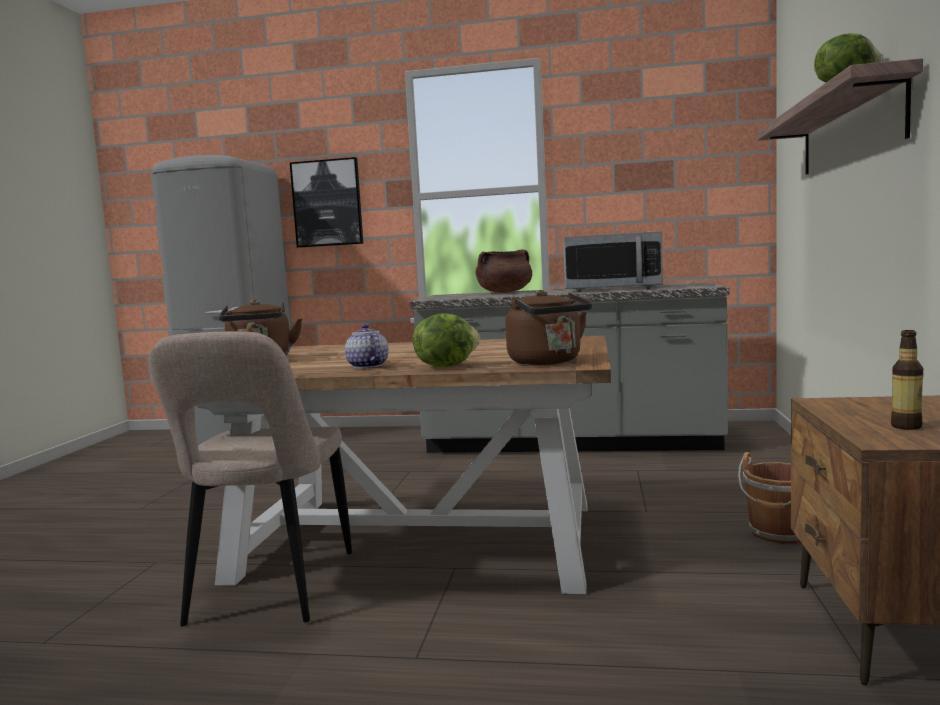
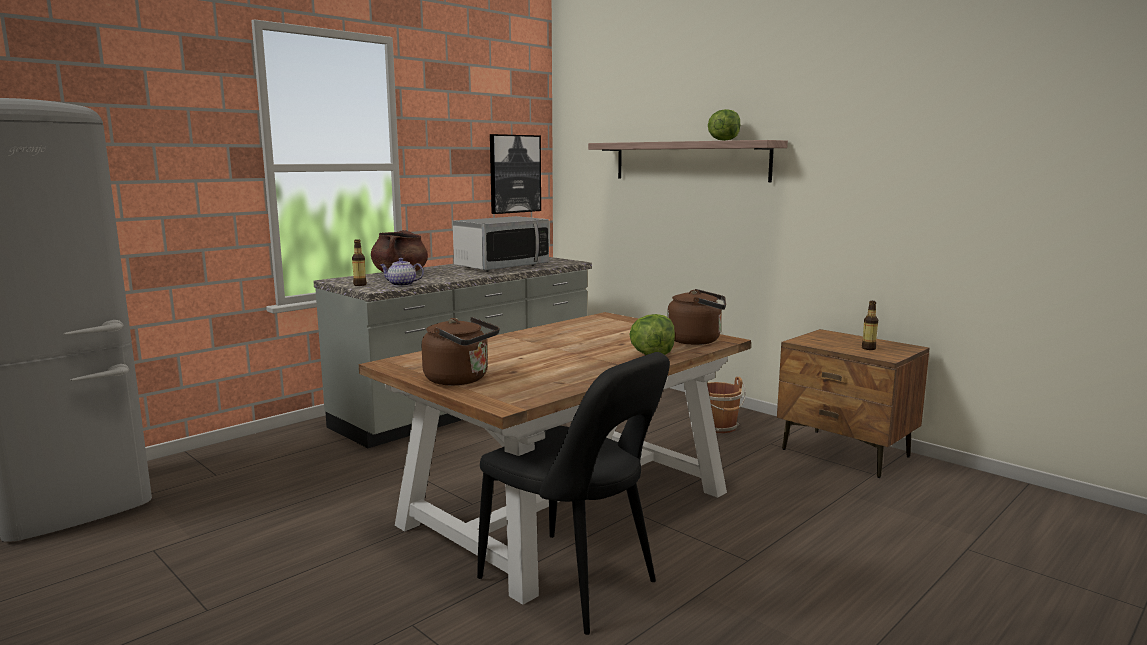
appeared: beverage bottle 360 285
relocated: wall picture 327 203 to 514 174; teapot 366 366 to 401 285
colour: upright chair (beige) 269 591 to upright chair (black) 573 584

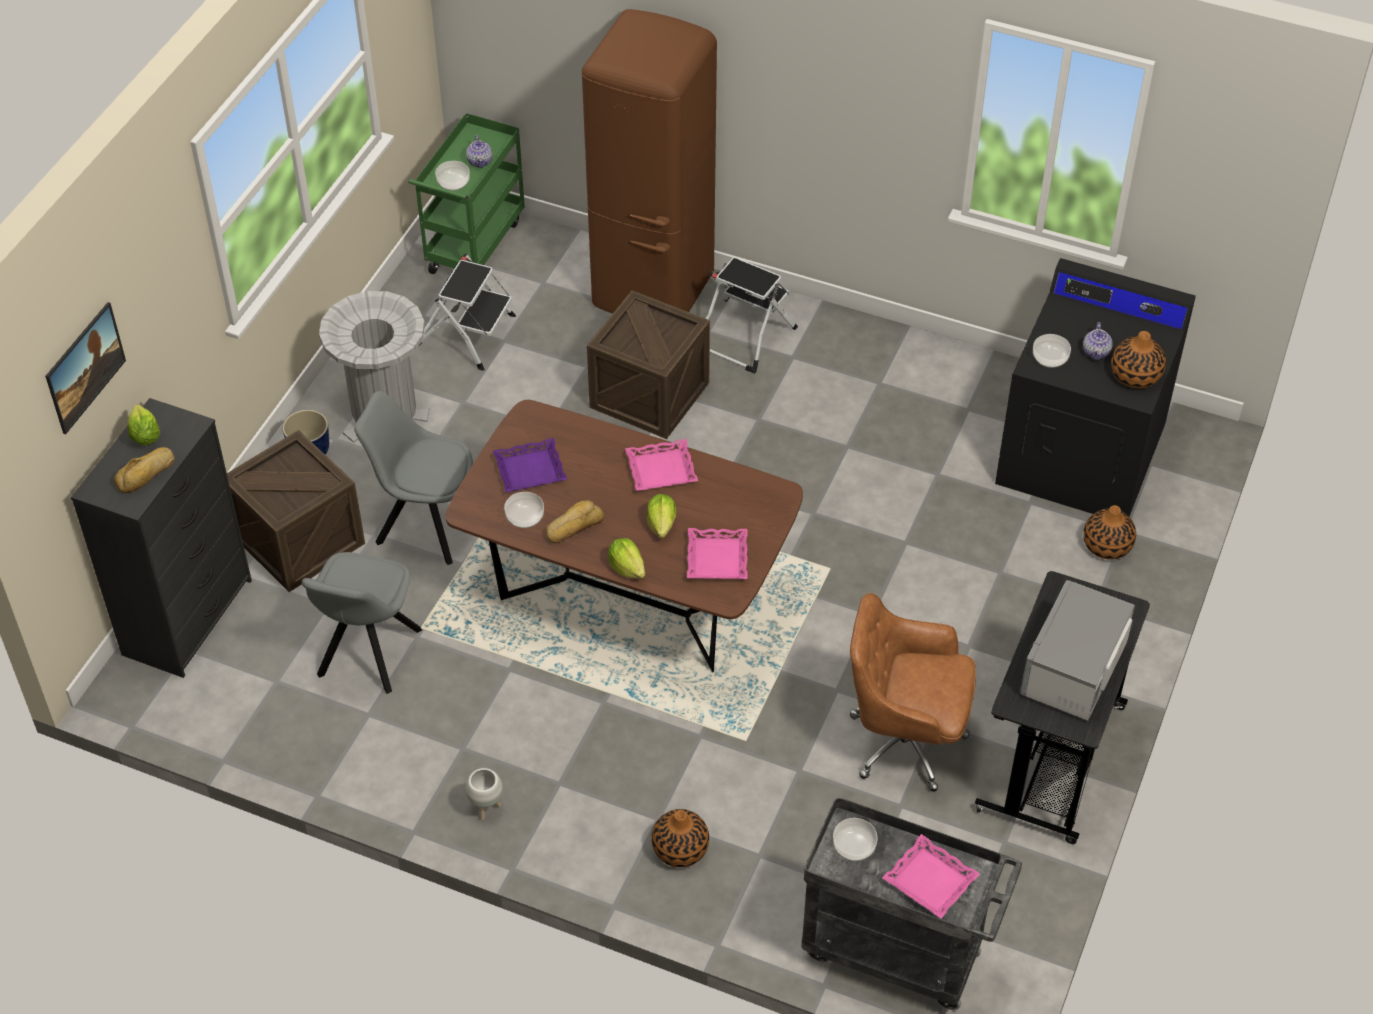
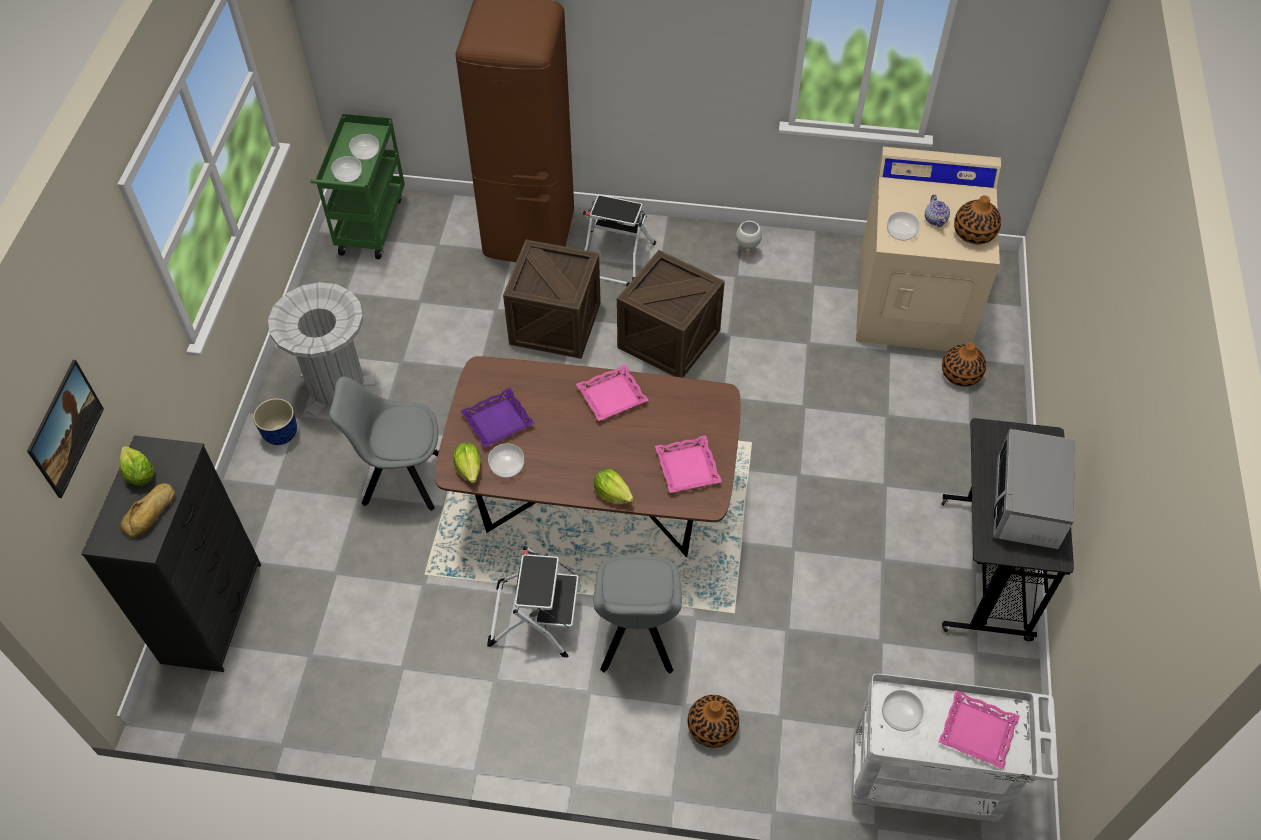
missing: bakery bread 573 526; office chair (brown-coloured) 905 740
relocated: step ladder 465 333 to 535 616; packing crate 299 541 to 669 339; head of lettuce 662 524 to 469 469; upright chair (greyish) 368 653 to 637 637; planter (white-coloured) 486 808 to 747 252
exchanged: teapot 480 161 to serving bowl 366 153
colour: laundry machine (black) 1082 454 to laundry machine (beige) 913 302; cart (black) 899 959 to cart (white-coloured) 929 784

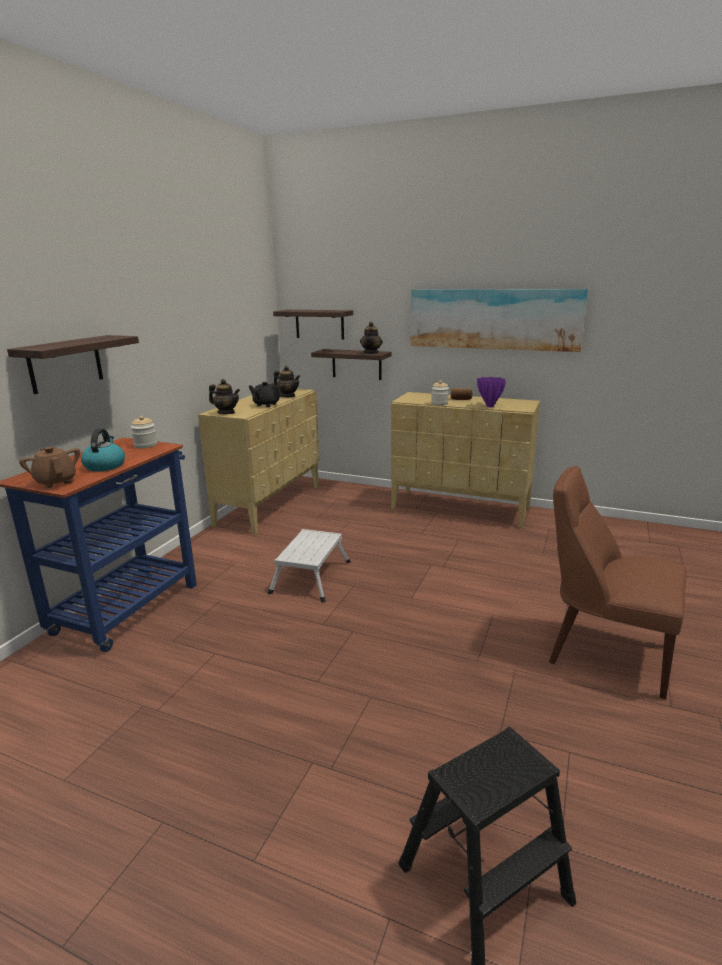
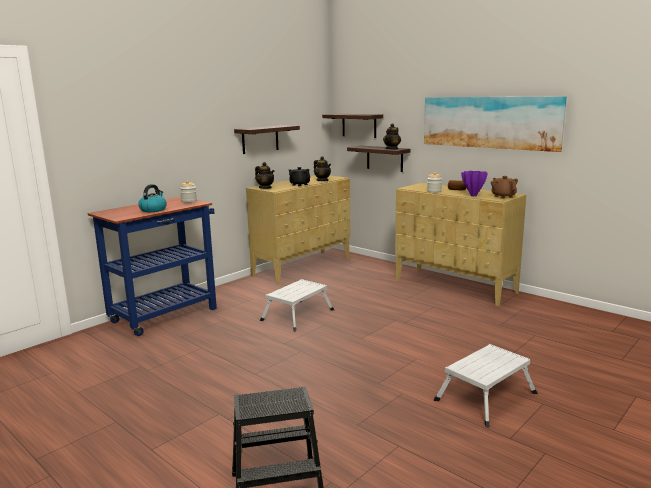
relocated: shelf 65 364 to 260 139; teapot (brown-coloured) 56 482 to 503 196
exchanged: upright chair (brown-coloured) 603 652 to step ladder (white-coloured) 486 396

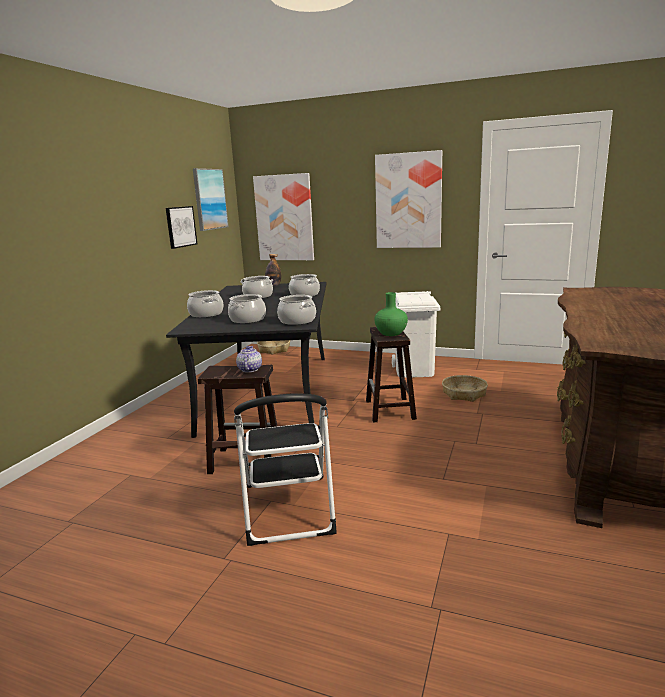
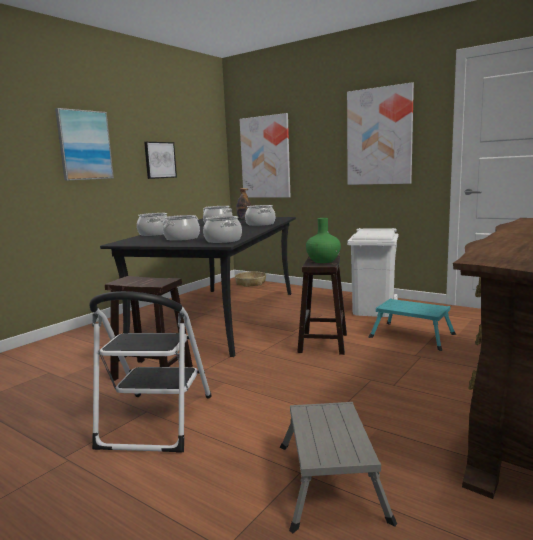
missing: teapot 249 369
appeared: step ladder (greyish) 330 480
relocated: wall picture 209 199 to 84 145
exchanged: basket 464 394 to step ladder (blue-green) 412 336

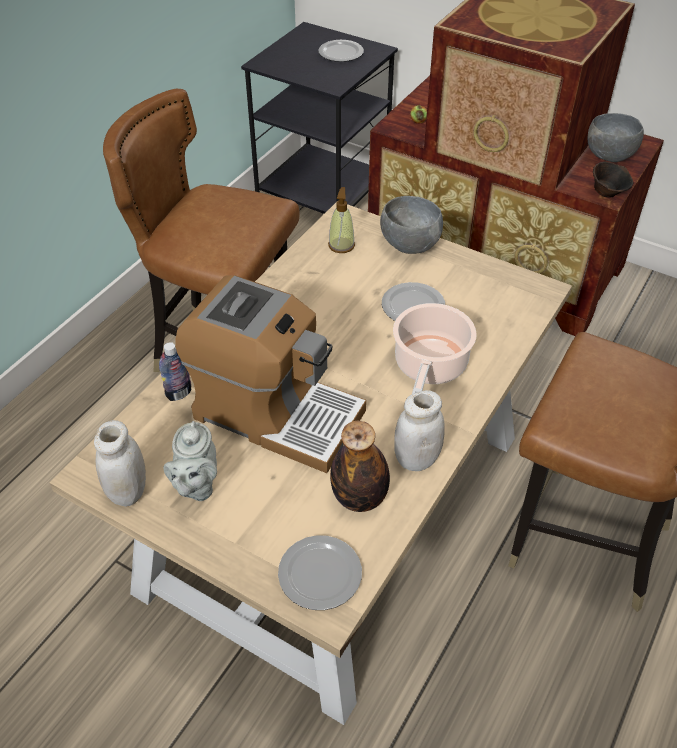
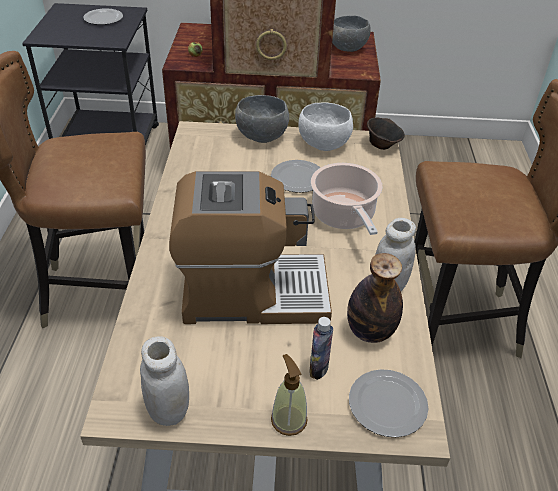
missing: teapot (greyish) 196 485
appeared: serving bowl (white-coloured) 324 145
relocated: serving bowl (brown-coloured) 608 193 to 382 145; soap dispenser 341 245 to 288 420; beverage bottle 179 393 to 318 369

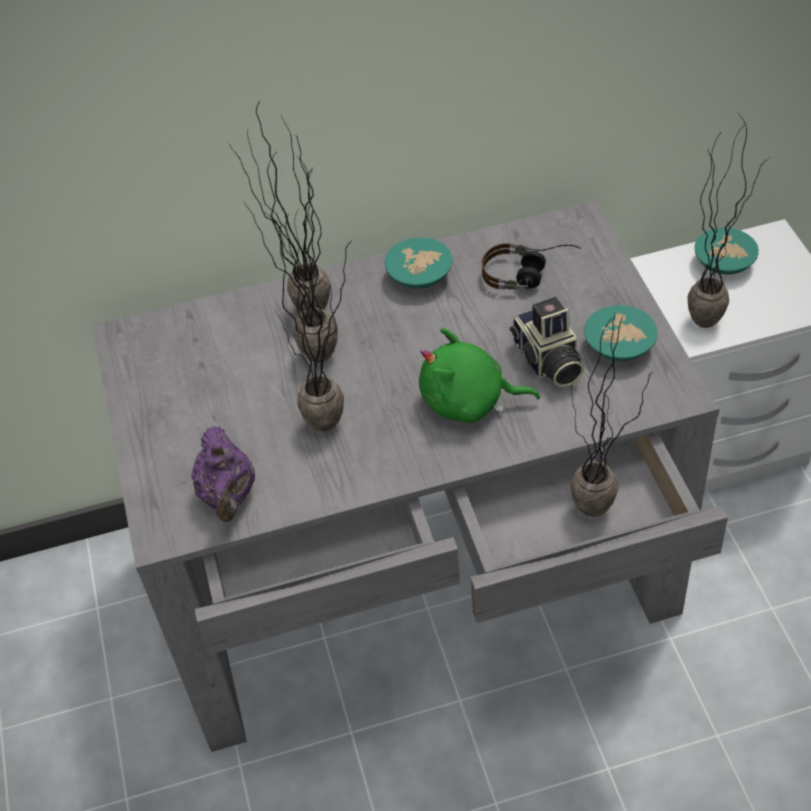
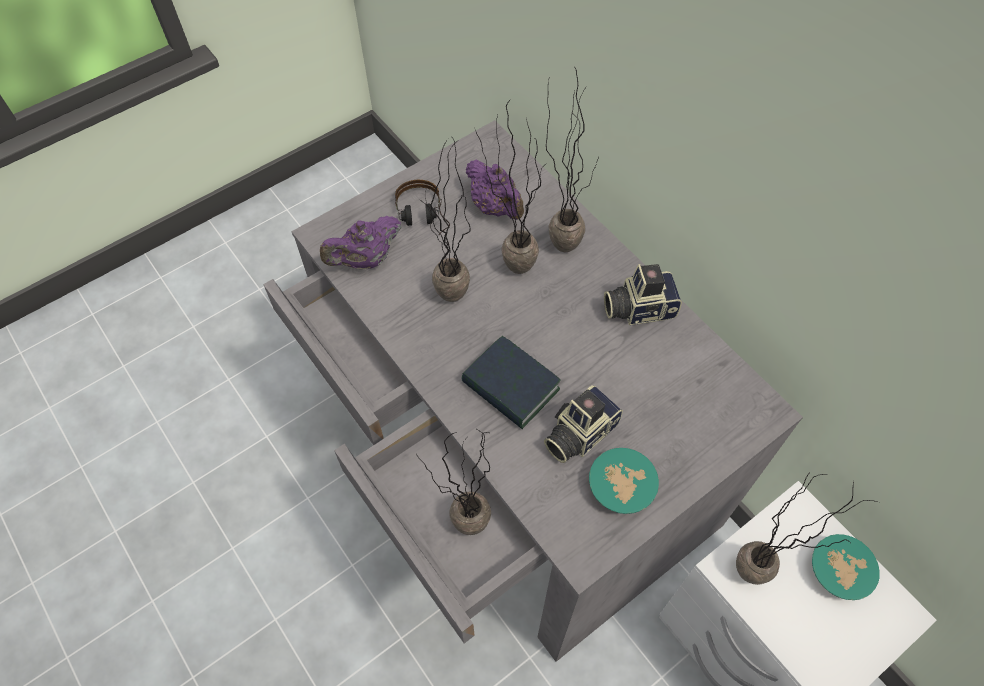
appeared: teapot (purplish) 495 207
relocated: pair of headphones 530 275 to 423 219
exchanged: serving bowl (blue-green) 422 275 to photo camera 638 307; cuddly toy (green) 469 402 to volume 510 387

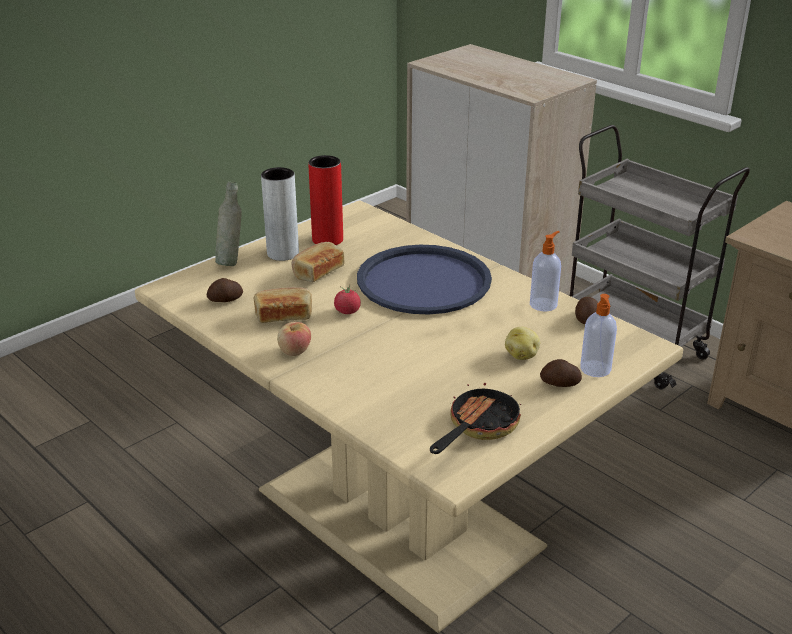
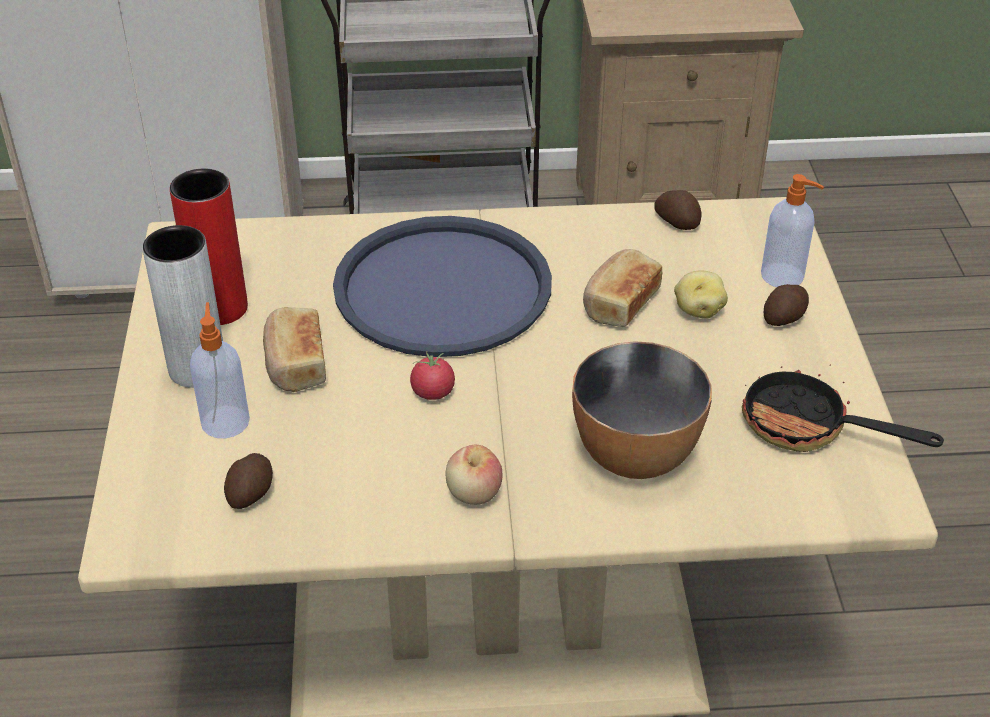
missing: beverage bottle (greyish) 231 262
appeared: serving bowl 634 455
relocated: soap dispenser 544 304 to 225 421; bakery bread 284 316 to 619 303
spun: skillet 478 427 = 808 428 45 degrees counterclockwise

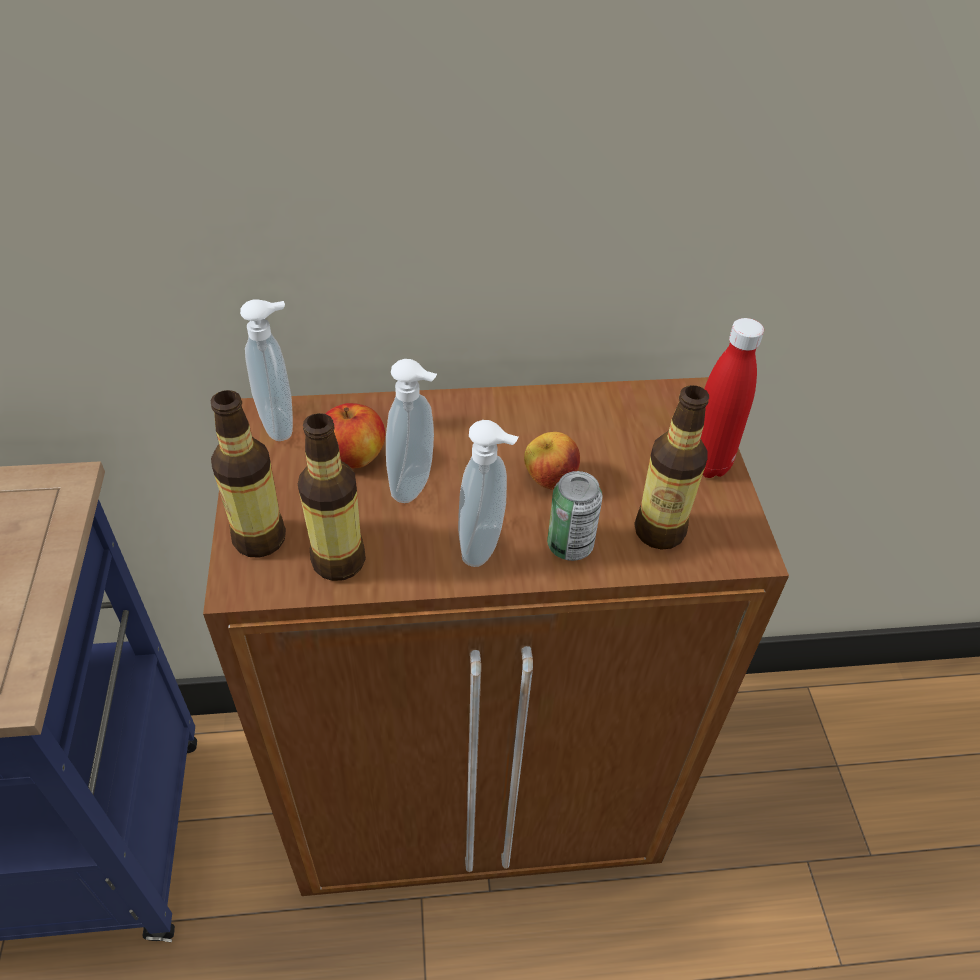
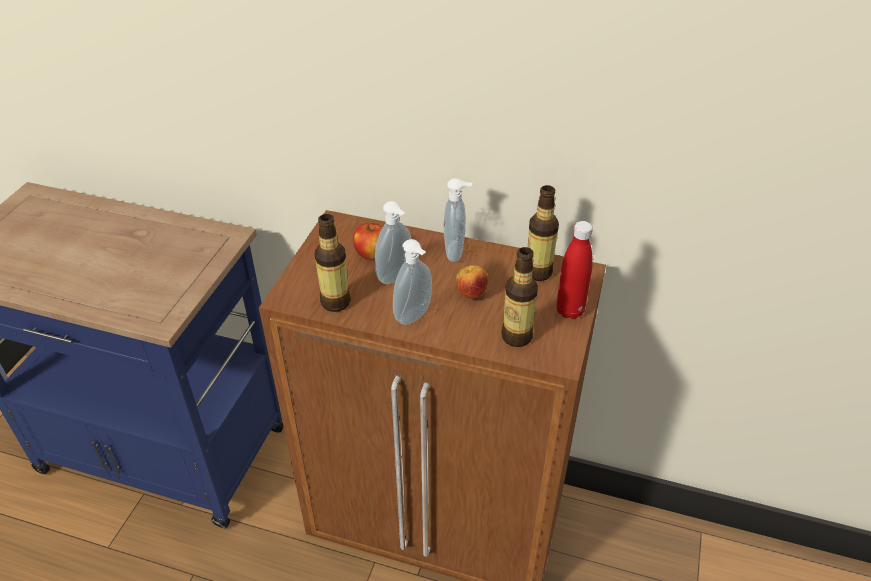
missing: can 570 545
relocated: soap dispenser 281 424 to 456 252; beverage bottle 259 539 to 538 272

